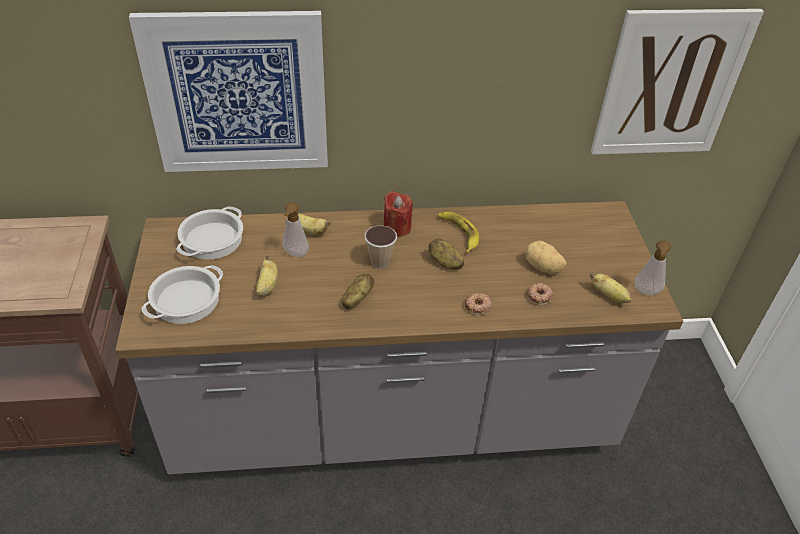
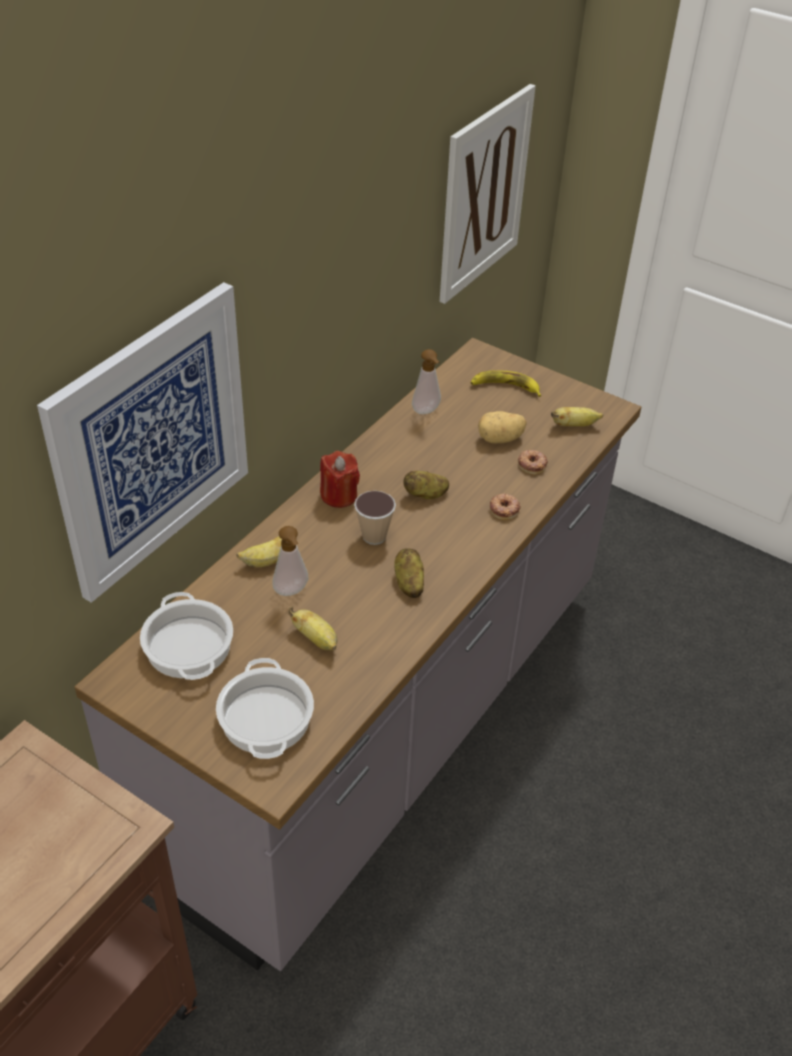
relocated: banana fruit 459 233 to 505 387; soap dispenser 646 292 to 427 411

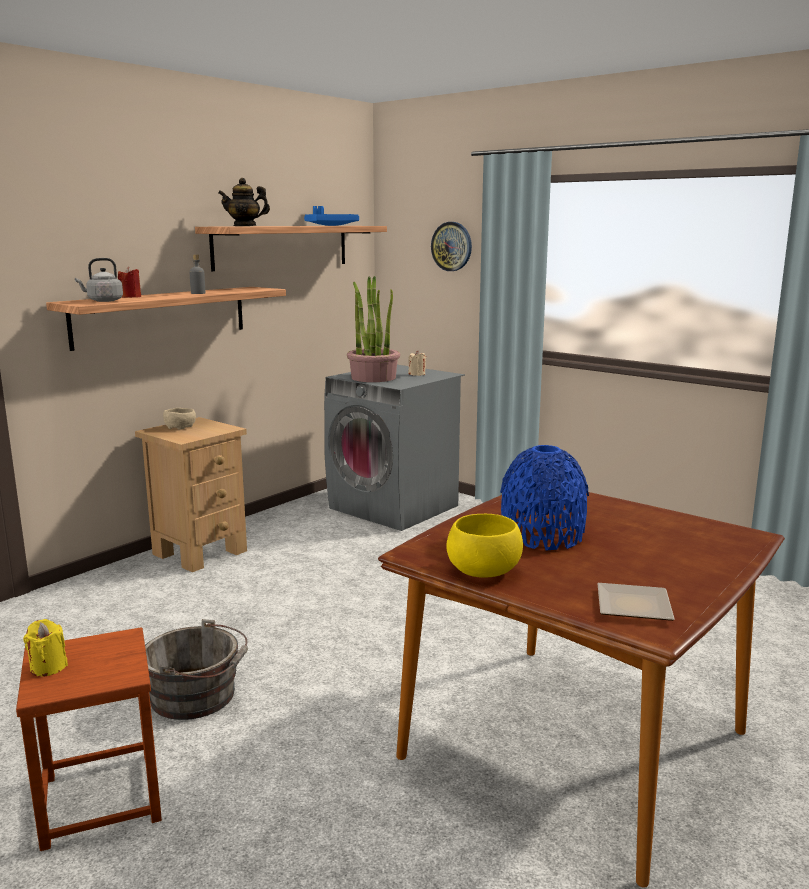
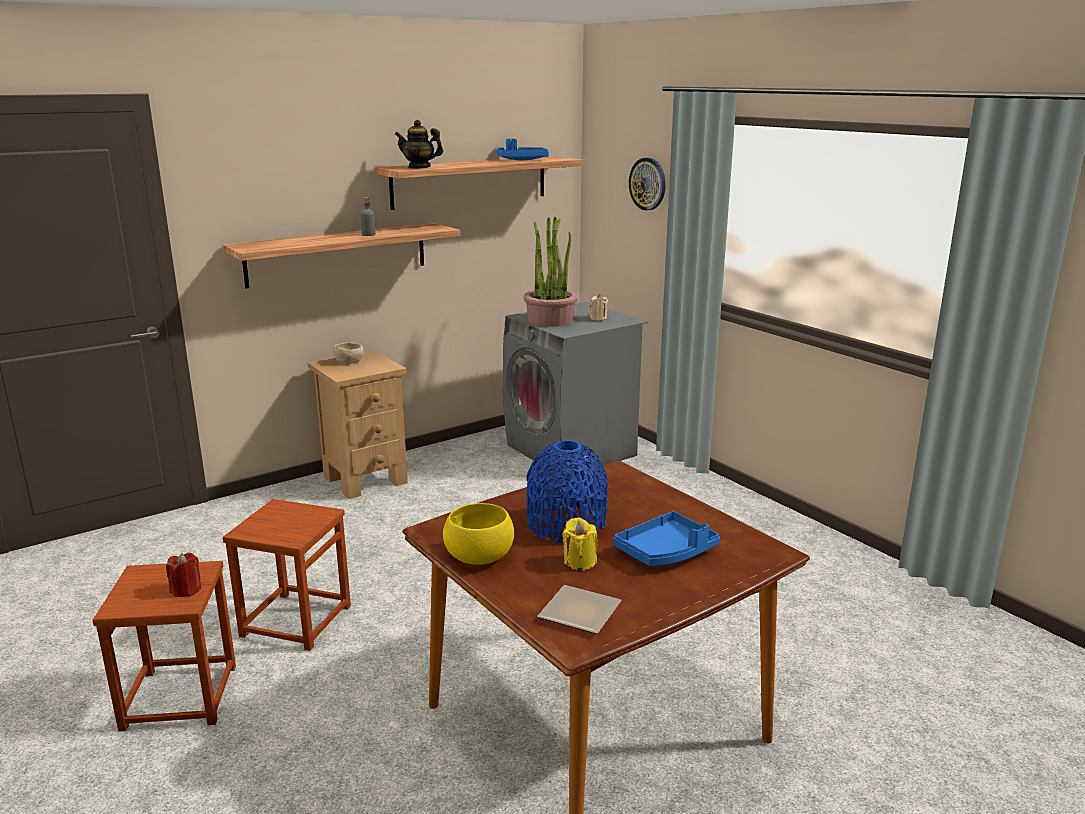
missing: kettle (greyish) 103 301
appeared: carrying tray (blue) 666 552
relocated: wax light (reddish) 130 297 to 186 590; wax light (yellowish) 48 667 to 579 562
exchanged: pail (greyish) 198 696 to stool seat (brown-coloured) 295 620

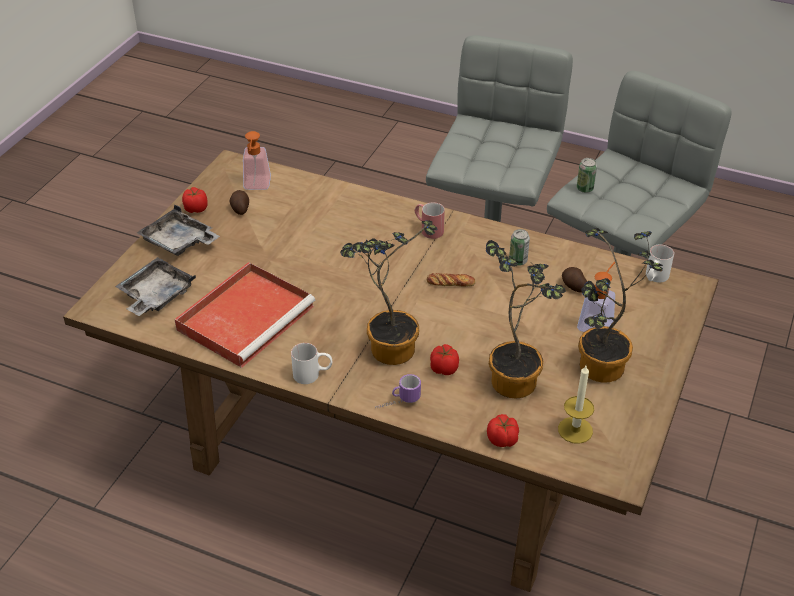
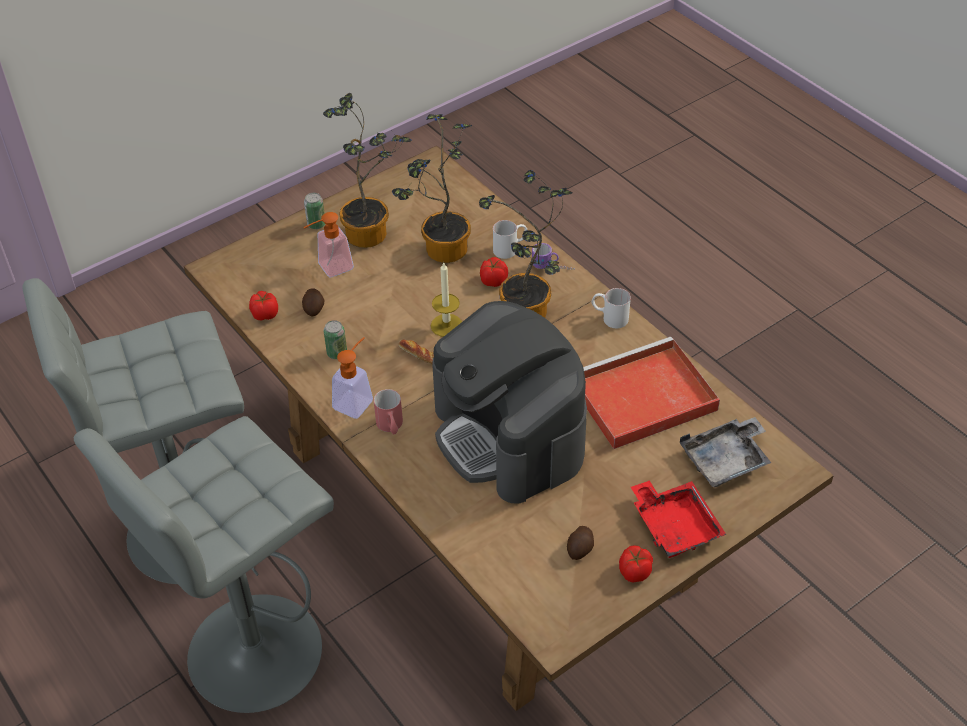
appeared: coffee maker 509 436
relocated: soap dispenser 256 186 to 357 400; can 585 189 to 316 224; coffee mug (white-coloured) 654 278 to 510 248; wax light 575 430 to 446 325; fresh tomato 503 440 to 265 314
colour: carrying tray (greyish) 179 242 to carrying tray (reddish) 675 525

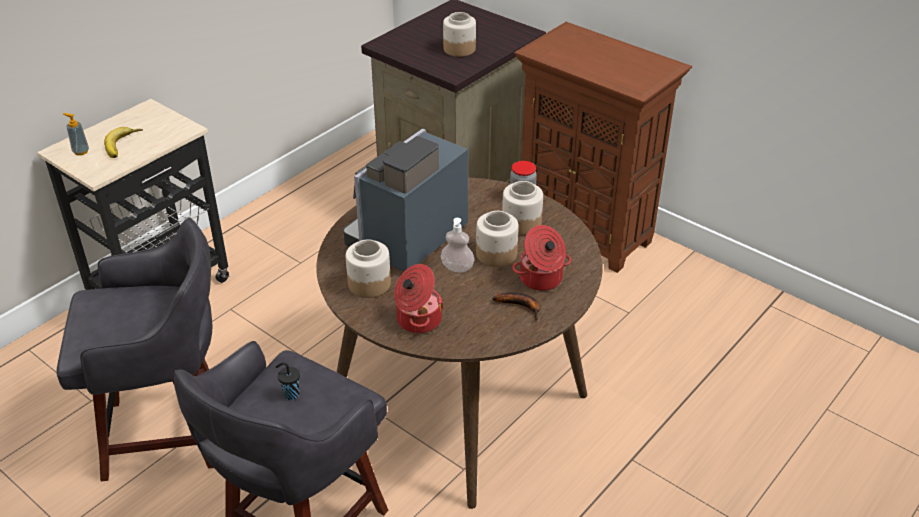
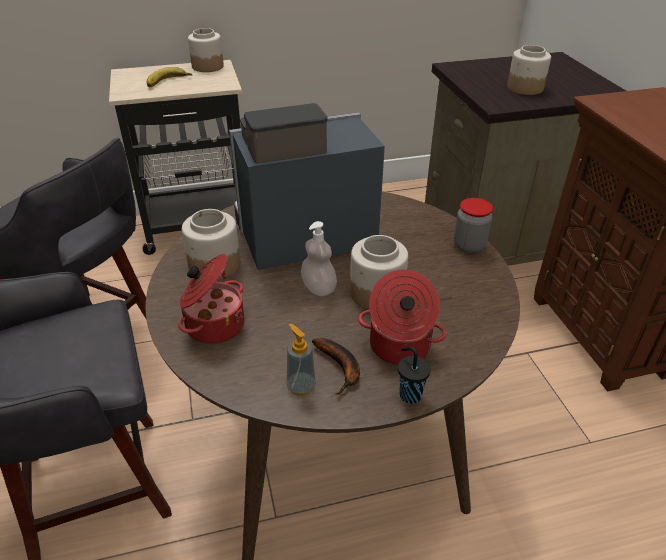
relocated: soap dispenser 81 151 to 301 386; jar 521 223 to 207 66; drinking cup (black) 290 394 to 409 394

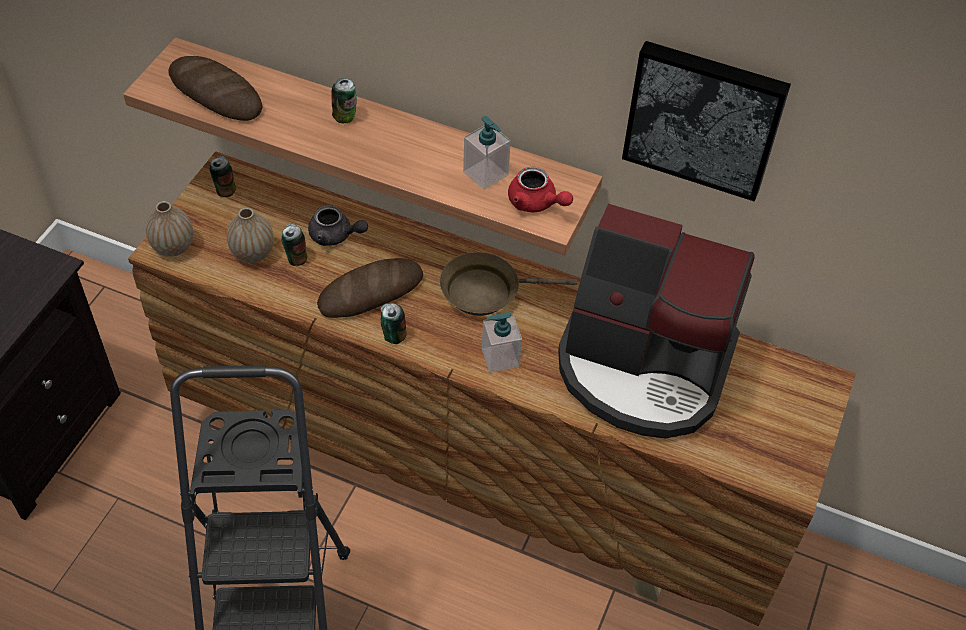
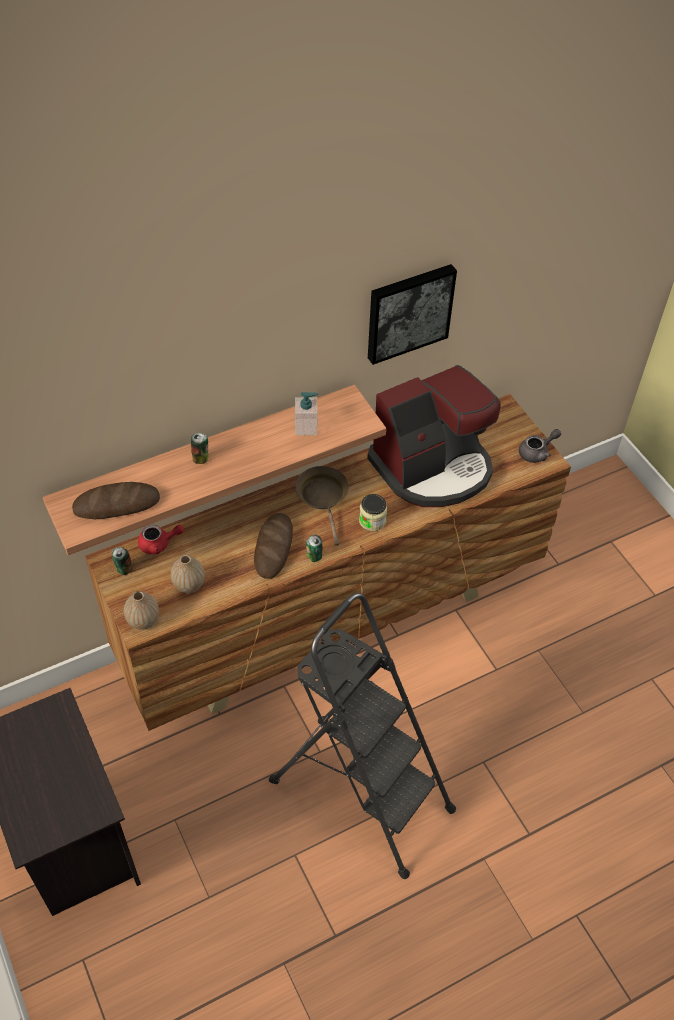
missing: can 296 258
relocated: teapot (reddish) 536 203 to 159 544; teapot (greyish) 335 236 to 537 452
exchanged: soap dispenser 500 357 to jar 372 521
spun: skillet (brown-coloured) 486 291 = 323 497 135 degrees clockwise

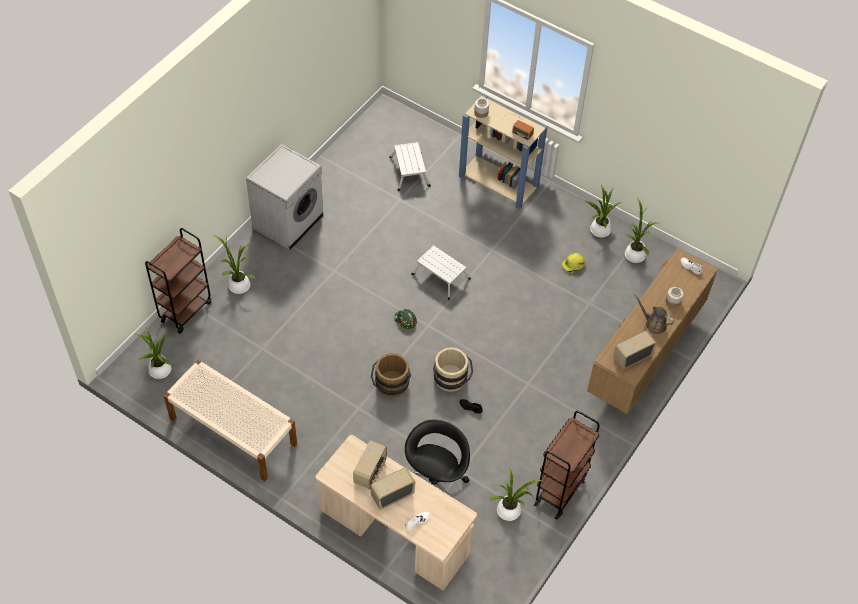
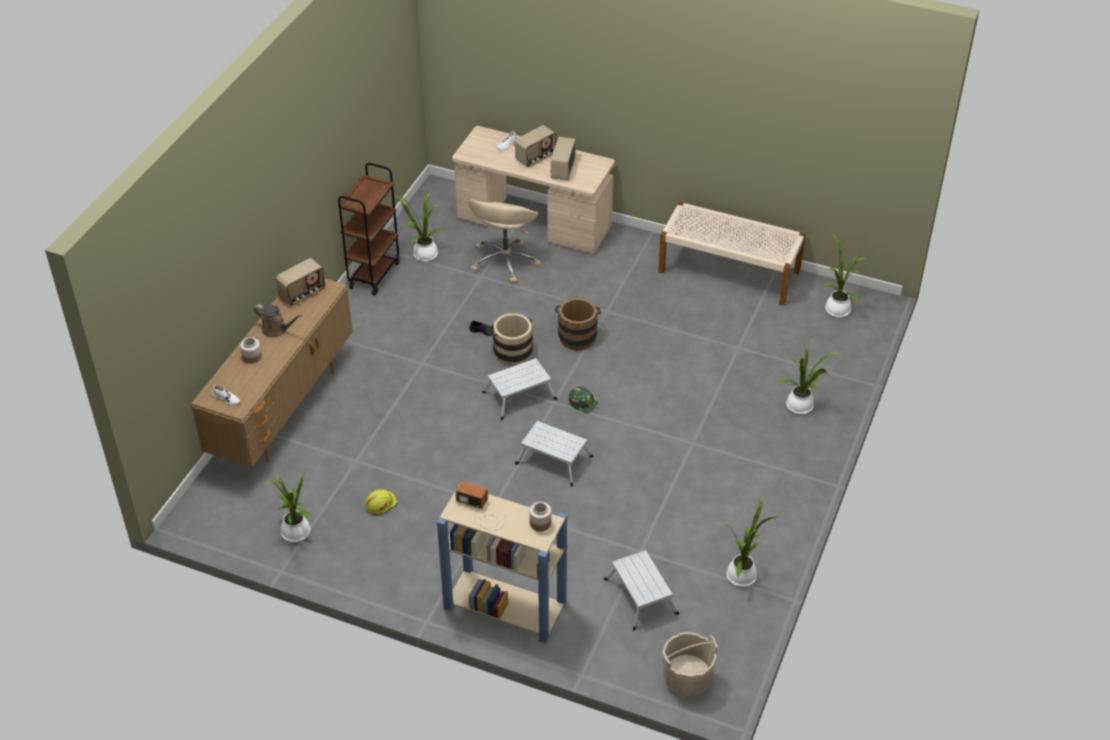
missing: laundry machine (white-coloured) 289 222; cart (brown-coloured) 186 311
appeared: step ladder (white-coloured) 520 395; pail (beige) 686 679
relocated: houseplant 598 231 to 743 574
colour: office chair (black) 435 484 to office chair (beige) 504 263

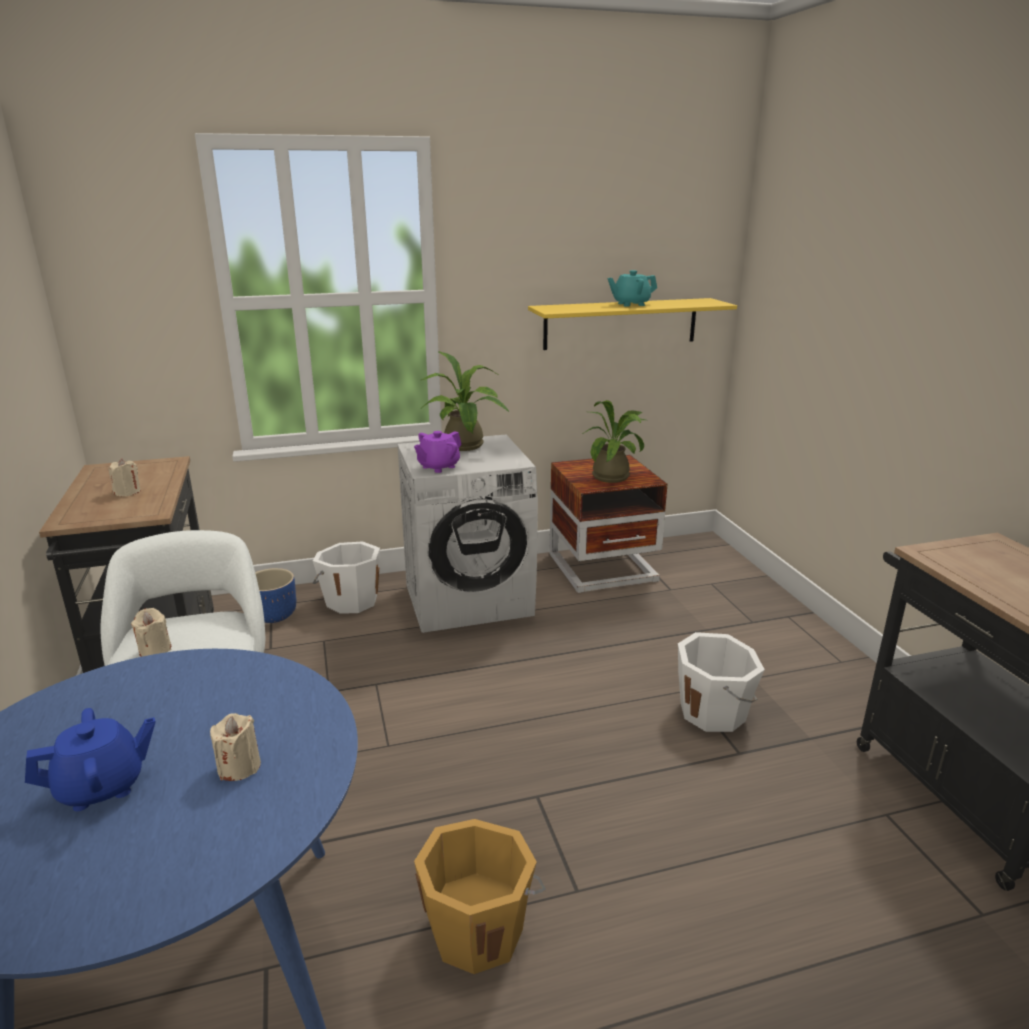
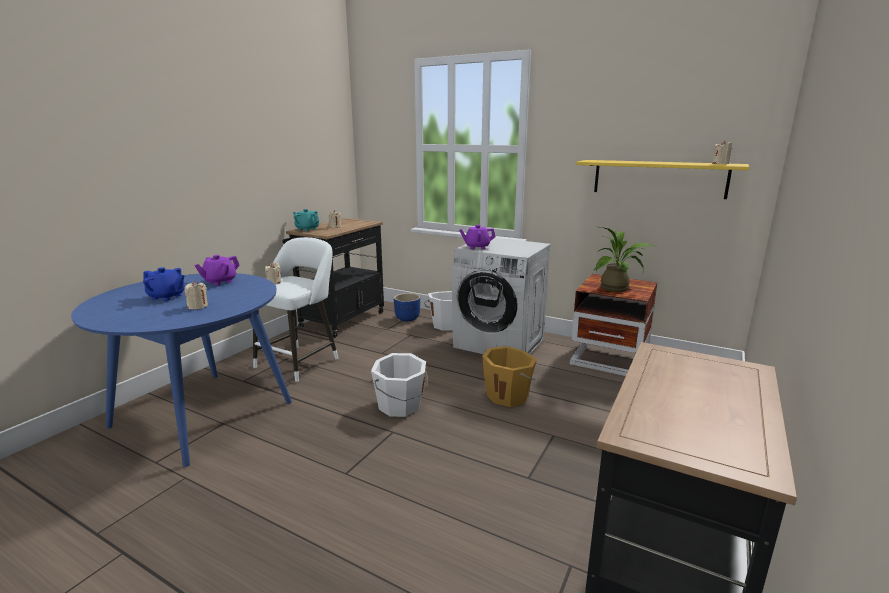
missing: houseplant 465 447
appeared: wax light (beige) 720 164; teapot (purplish) 219 282
relocated: teapot (blue-green) 630 304 to 307 229; pail (white-coloured) 714 712 to 400 406; pail (orangey) 478 929 to 508 395

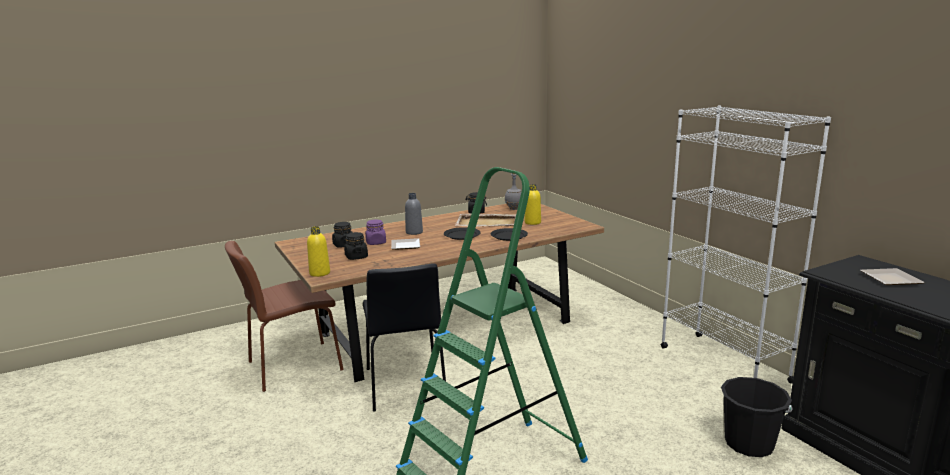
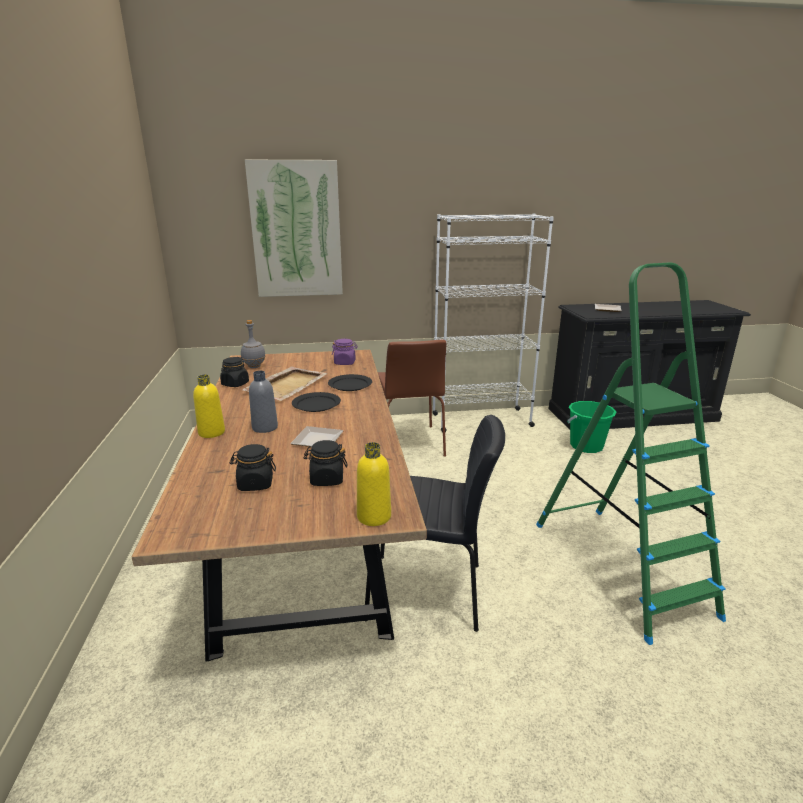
appeared: wall picture 296 230
relocated: beverage bottle (yellowish) 532 222 to 211 432; jar (purplish) 376 243 to 345 363; upright chair (brown-coloured) 291 367 to 410 444
colour: pail (black) 749 444 to pail (green) 586 446

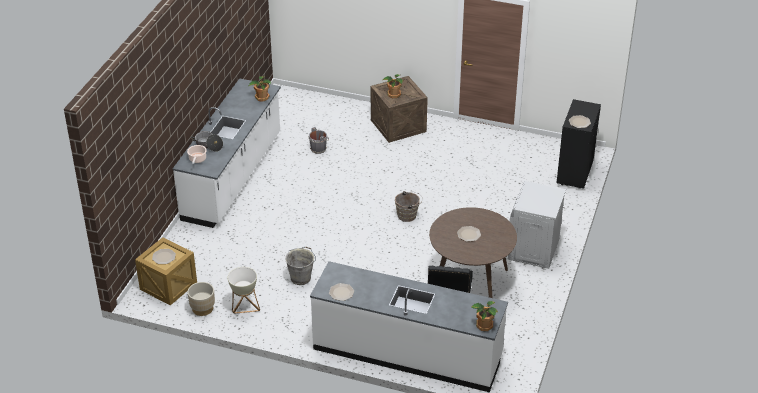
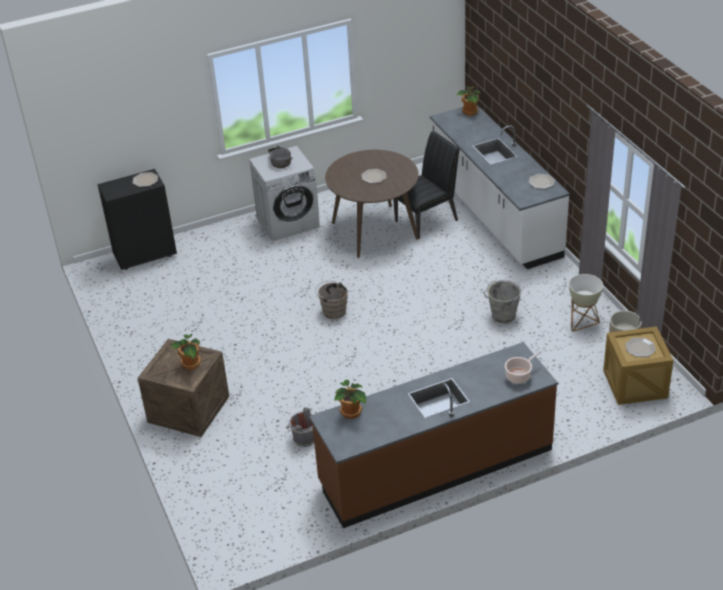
relocated: saucepot 208 145 to 280 161
colour: kitchen base unit (white-coloured) 233 177 to kitchen base unit (brown-coloured) 435 466

